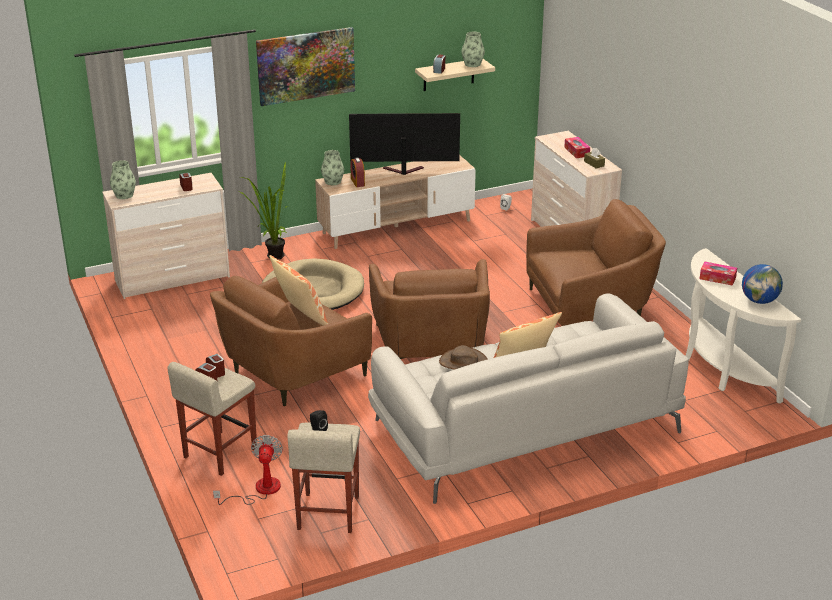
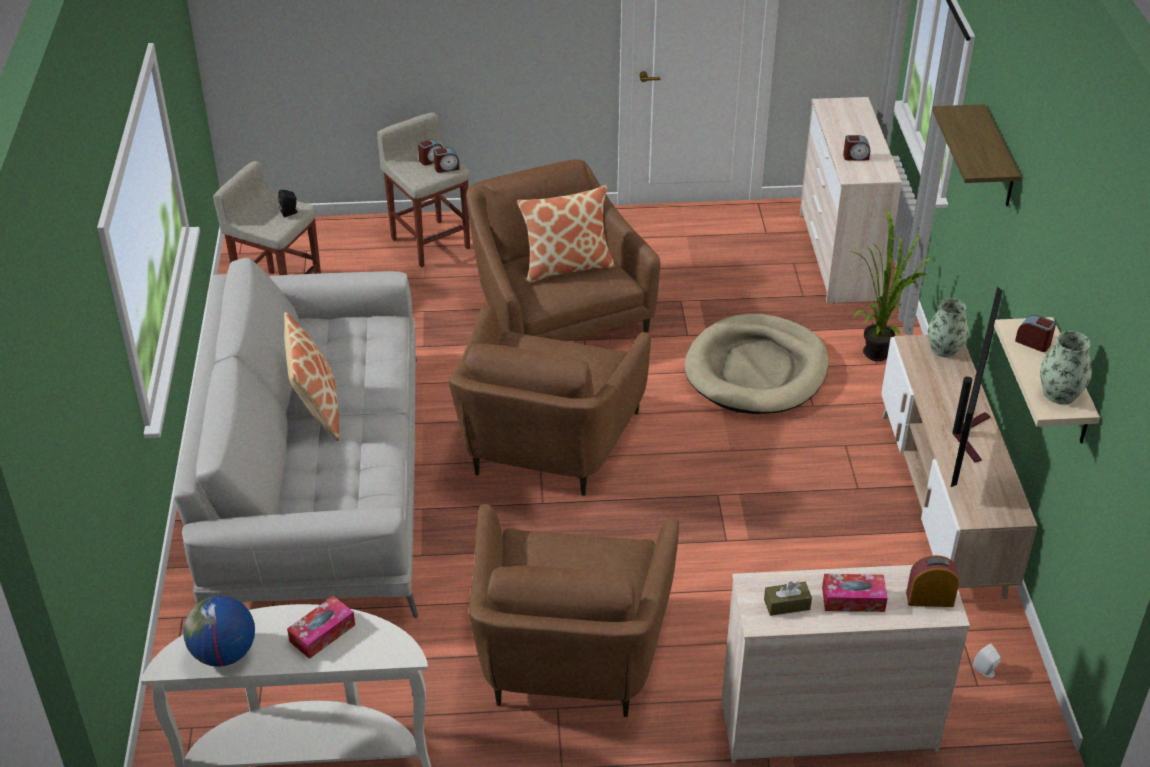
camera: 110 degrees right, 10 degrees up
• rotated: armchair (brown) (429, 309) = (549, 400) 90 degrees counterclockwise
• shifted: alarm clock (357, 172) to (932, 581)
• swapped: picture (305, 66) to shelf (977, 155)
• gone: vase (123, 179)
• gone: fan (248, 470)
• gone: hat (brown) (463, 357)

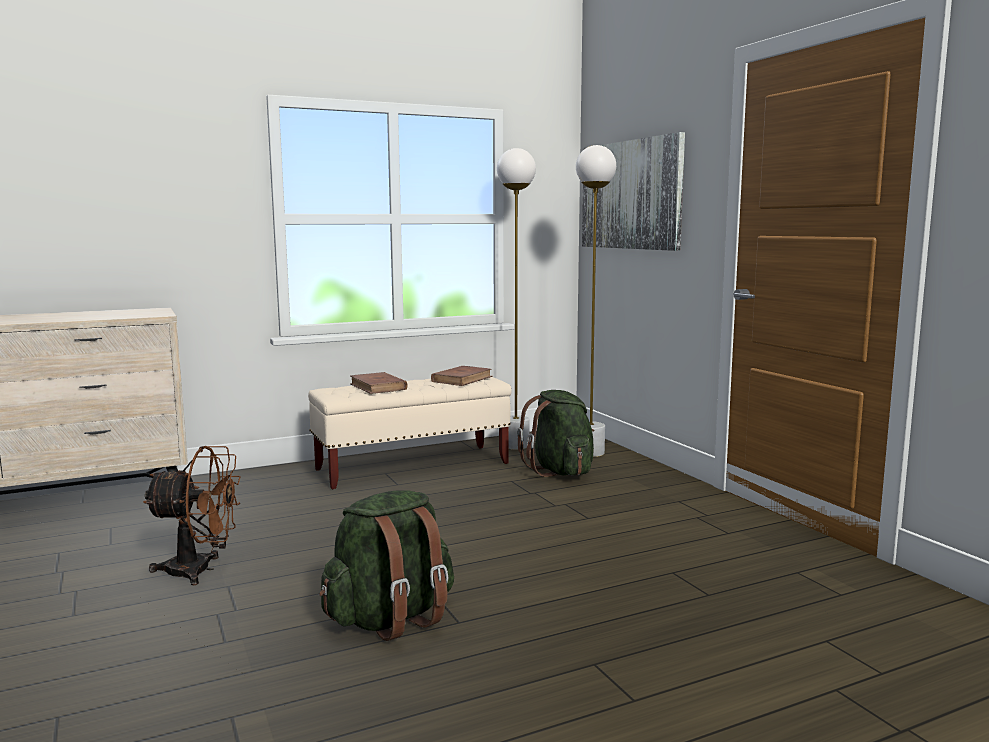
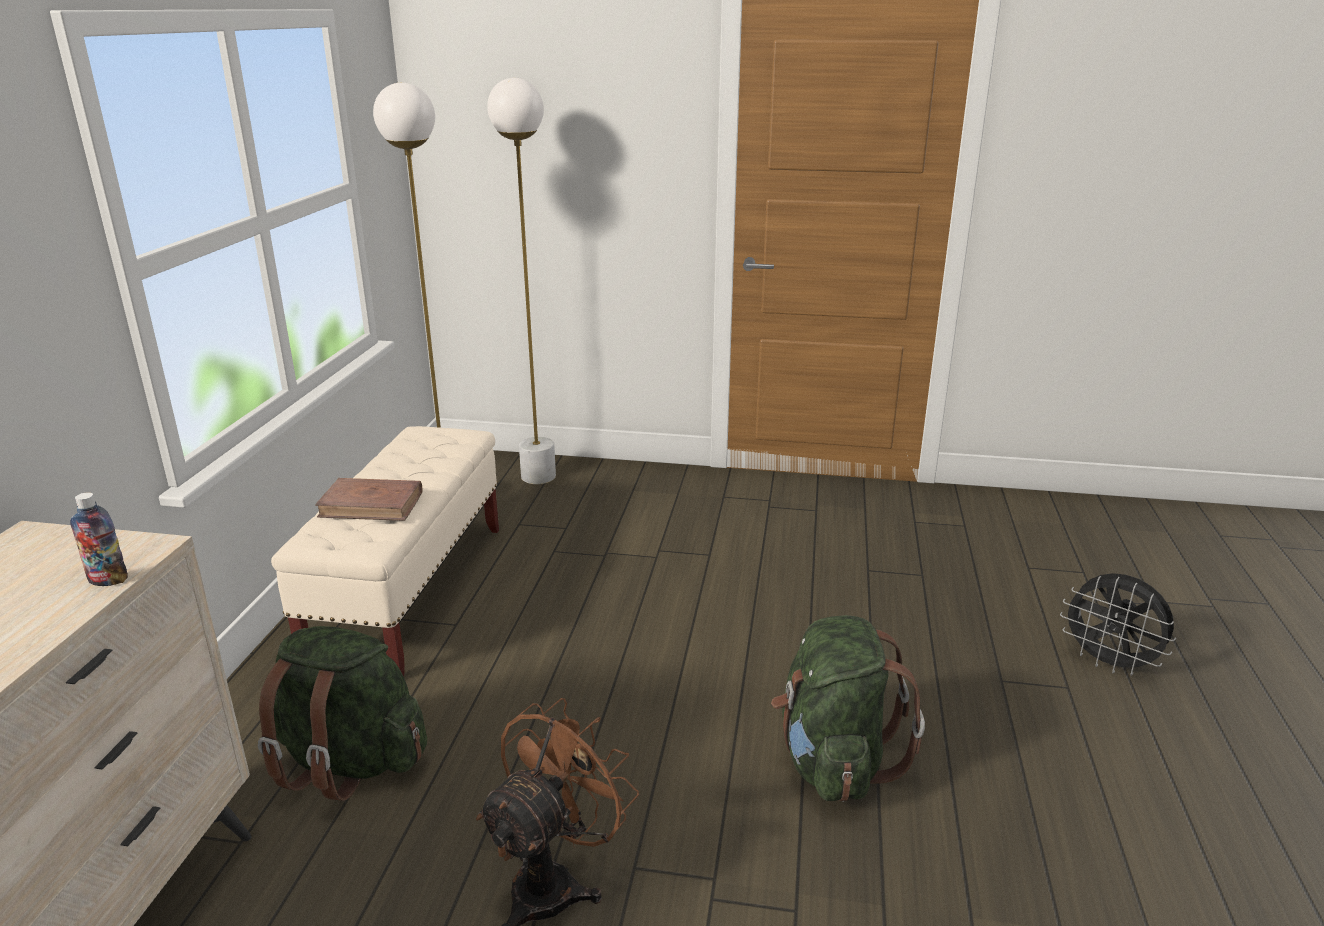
camera: 55 degrees left, 15 degrees up
• new: bottle (99, 539)
• shifted: backpack (green) (555, 433) to (342, 713)
• new: fan (black) (1118, 624)
• gone: book (brown) (462, 376)
• gone: picture (633, 191)

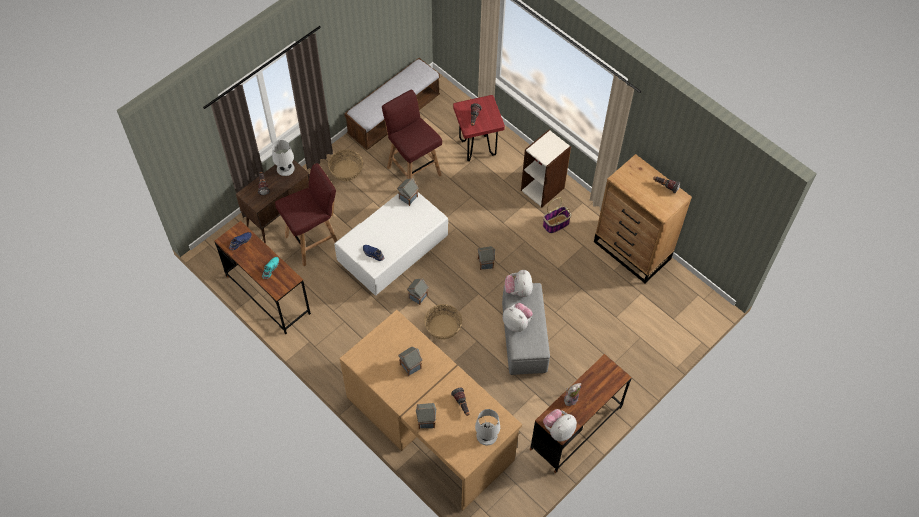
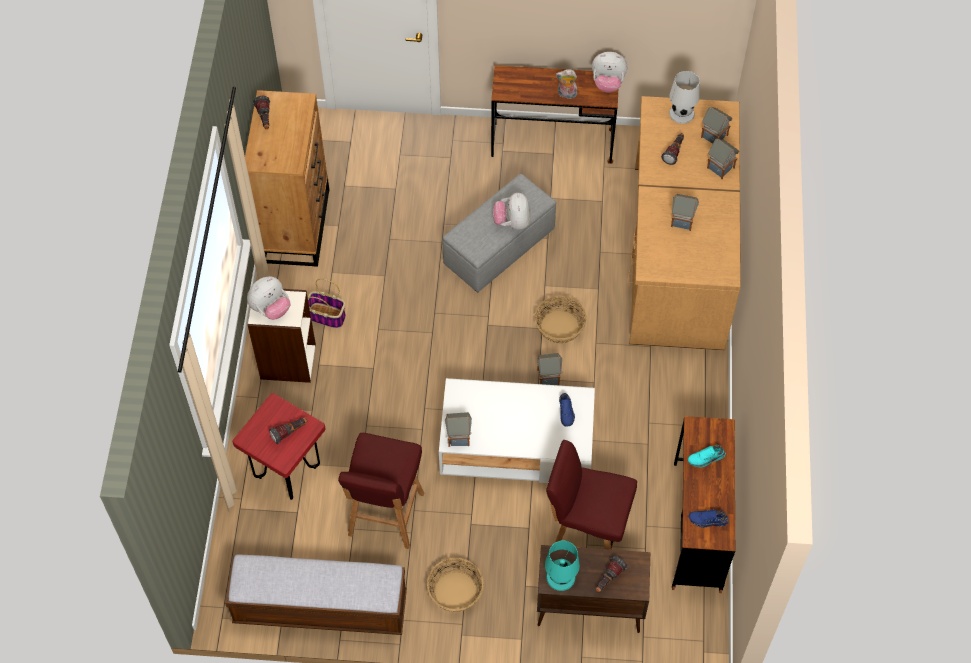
camera: 130 degrees left, 0 degrees up
• shifted: plush toy (519, 283) to (268, 298)
• repainted: table lamp (white) (283, 158) to table lamp (turquoise) (562, 566)
• shifted: toy house (486, 258) to (716, 125)

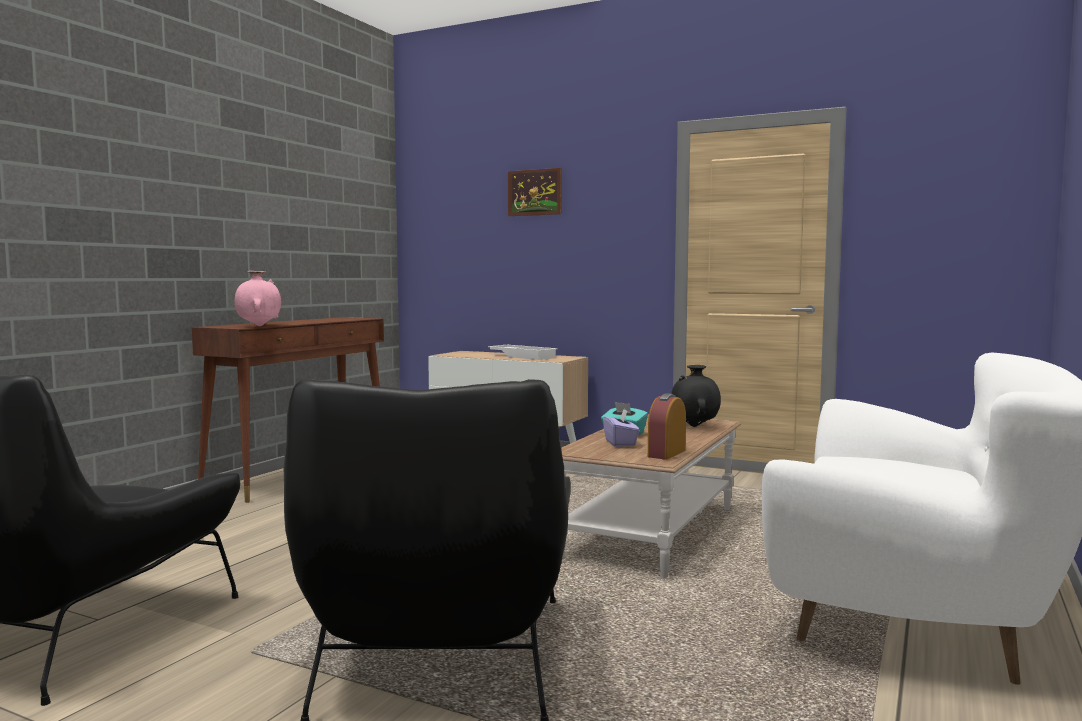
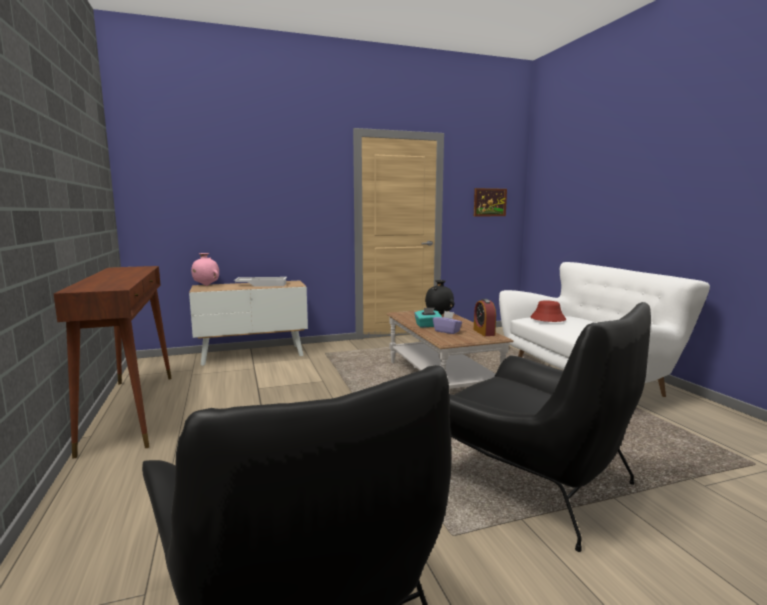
camera: 45 degrees left, 5 degrees up
• shifted: vase (pink) (258, 298) to (205, 269)
• shifted: picture (535, 192) to (490, 202)
• new: hat (red) (548, 311)

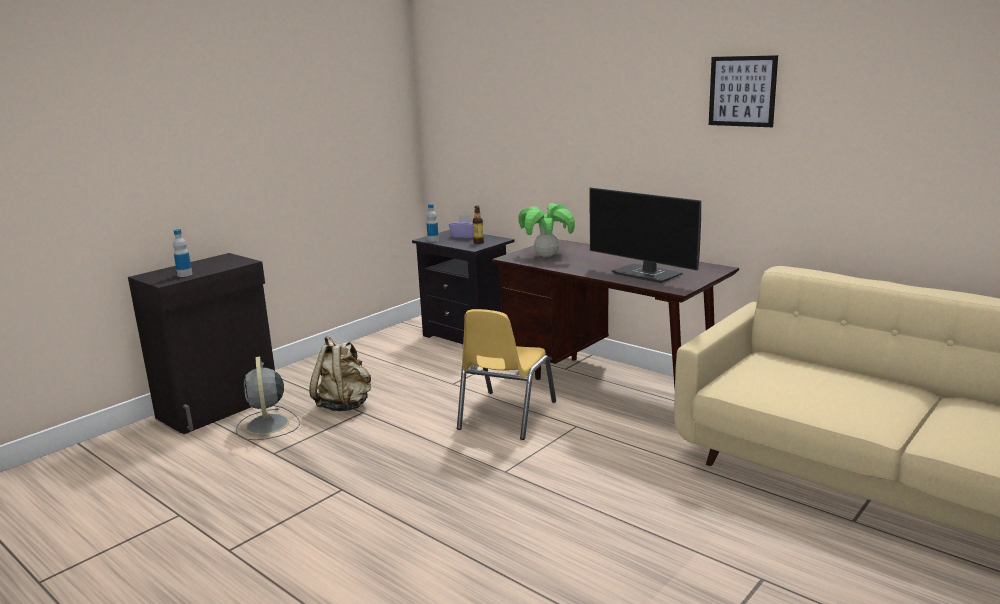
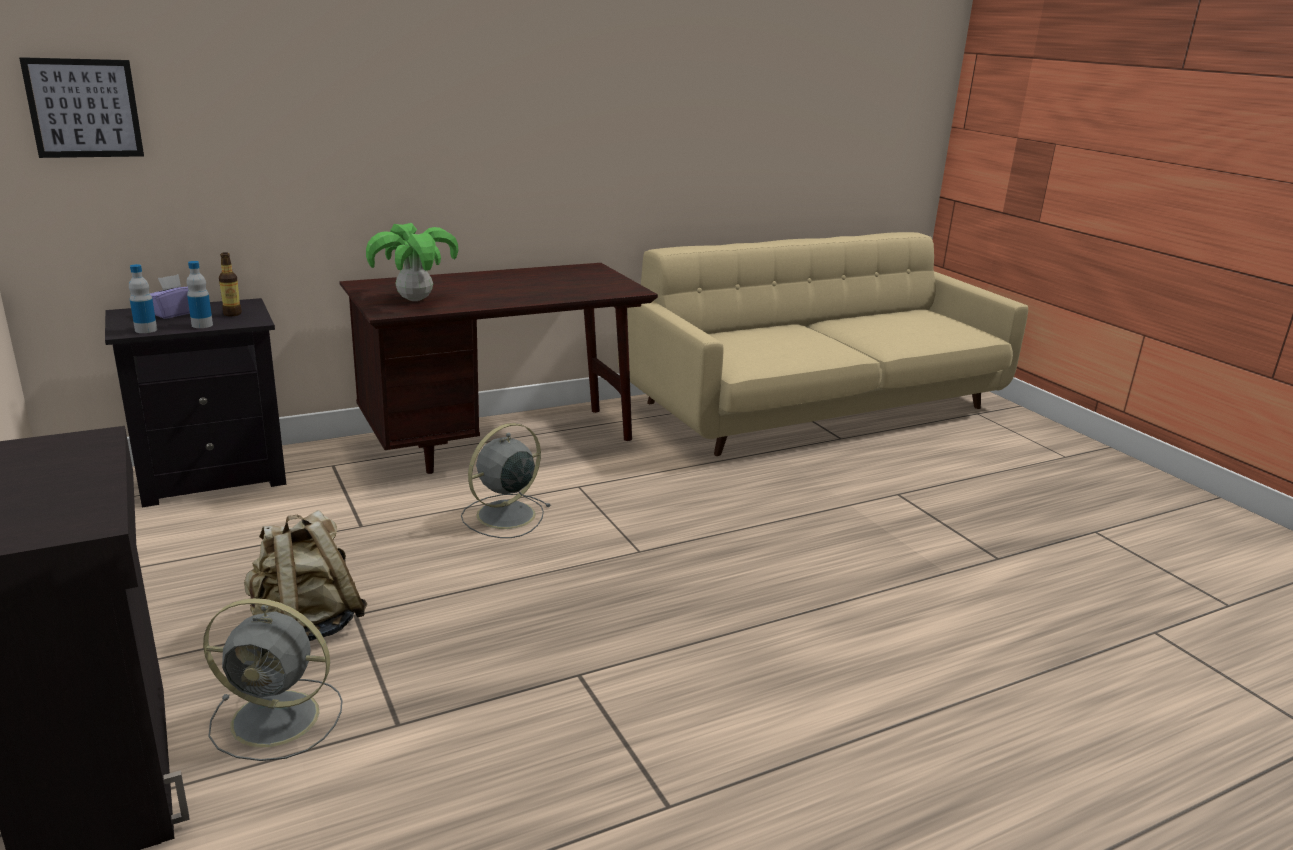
camera: 70 degrees left, 5 degrees up
• shifted: picture (743, 91) to (81, 107)
• shifted: bottle (182, 253) to (200, 294)
• swapped: chair (yellow) (506, 374) to fan (grey) (506, 480)
• gone: monitor (645, 235)

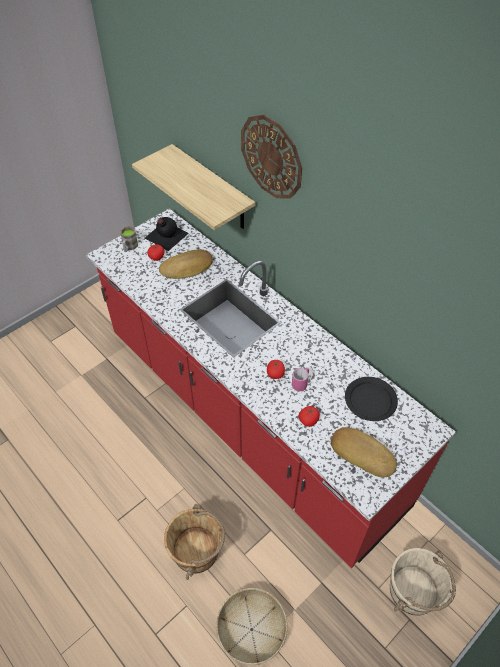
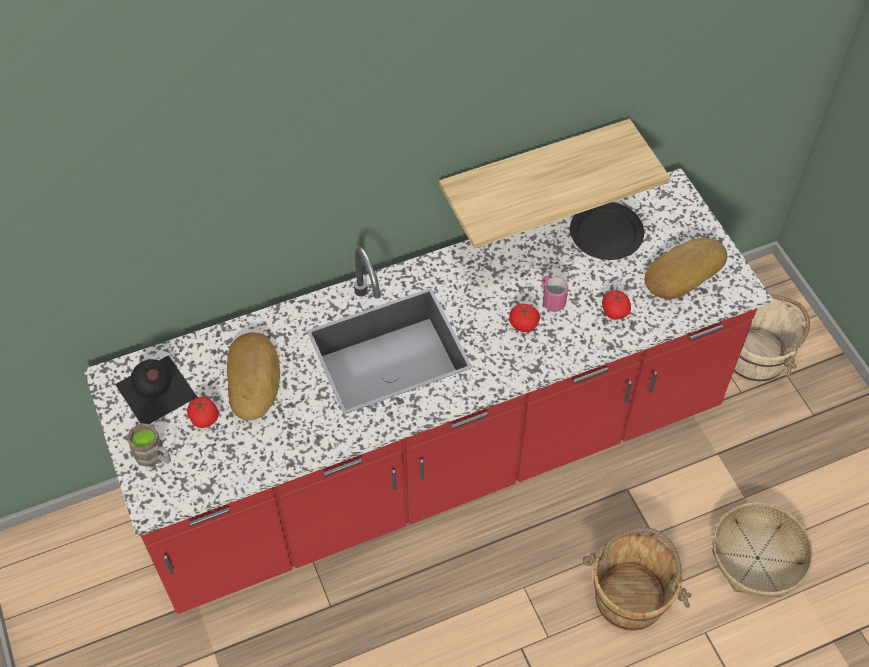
camera: 70 degrees left, 5 degrees up
• shifted: shelf (193, 187) to (555, 183)
• gone: wall clock (271, 157)

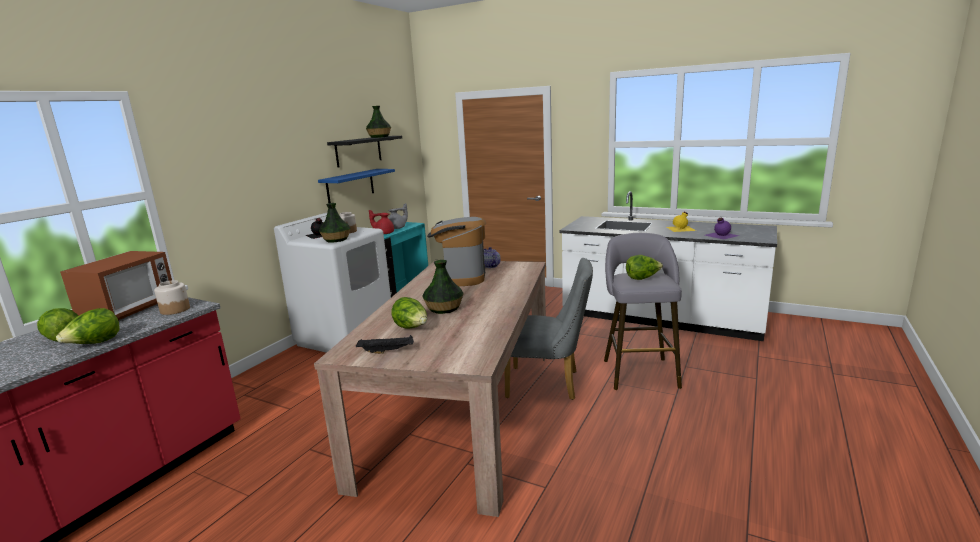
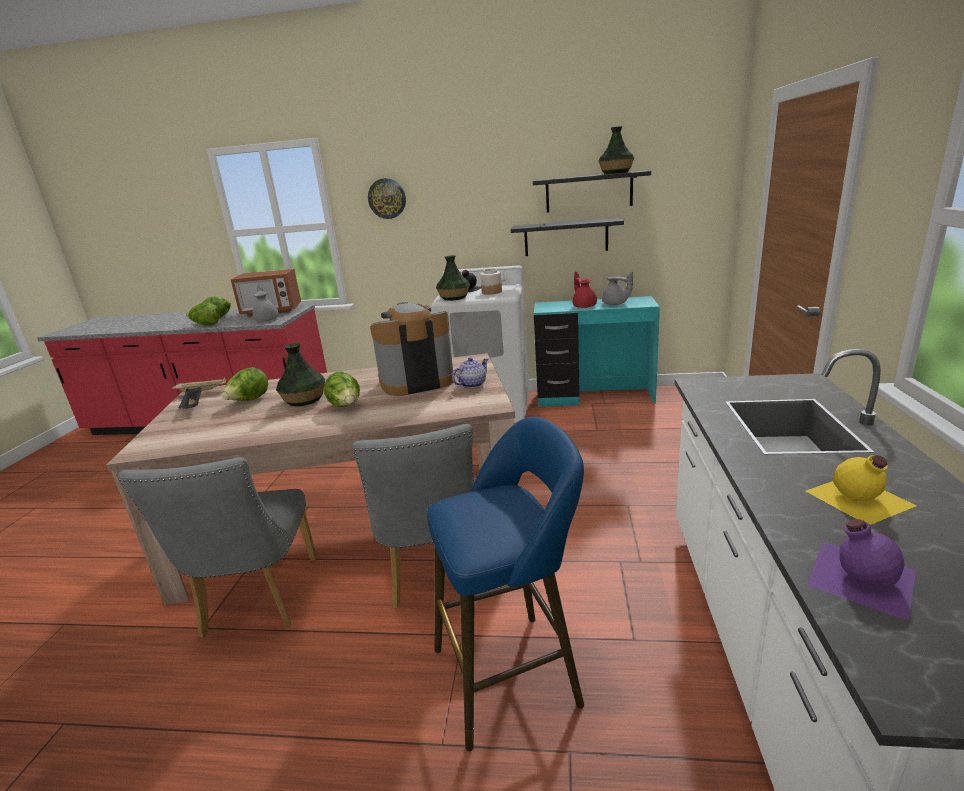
camera: 70 degrees right, 5 degrees up
• new: chair (grey) (217, 547)
• new: tray (beige) (199, 385)
• swapped: jar (172, 297) to teapot (grey) (266, 303)
• shifted: lettuce (644, 267) to (342, 389)
• new: wall clock (387, 198)
• repainted: stool (grey) (643, 311) to stool (blue) (505, 584)
• repainted: shelf (blue) (356, 186) to shelf (black) (567, 237)

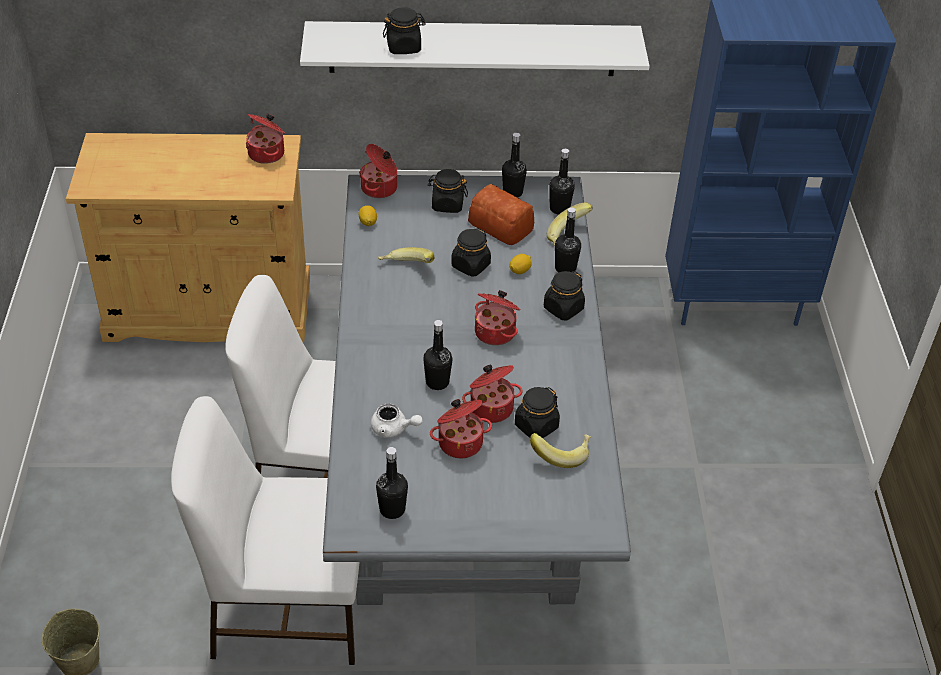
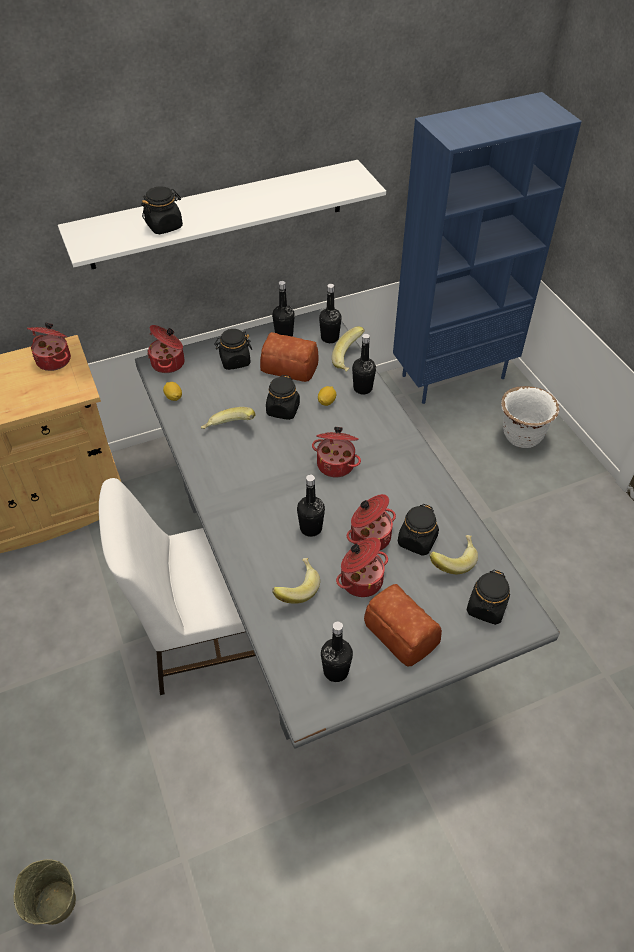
camera: 20 degrees left, 5 degrees up
• swapped: teapot (white) (397, 421) to banana (296, 581)
• new: bread (403, 625)
• shifted: jar (black) (564, 295) to (488, 597)
• new: planter (white) (530, 417)
• gone: chair (white) (265, 530)

